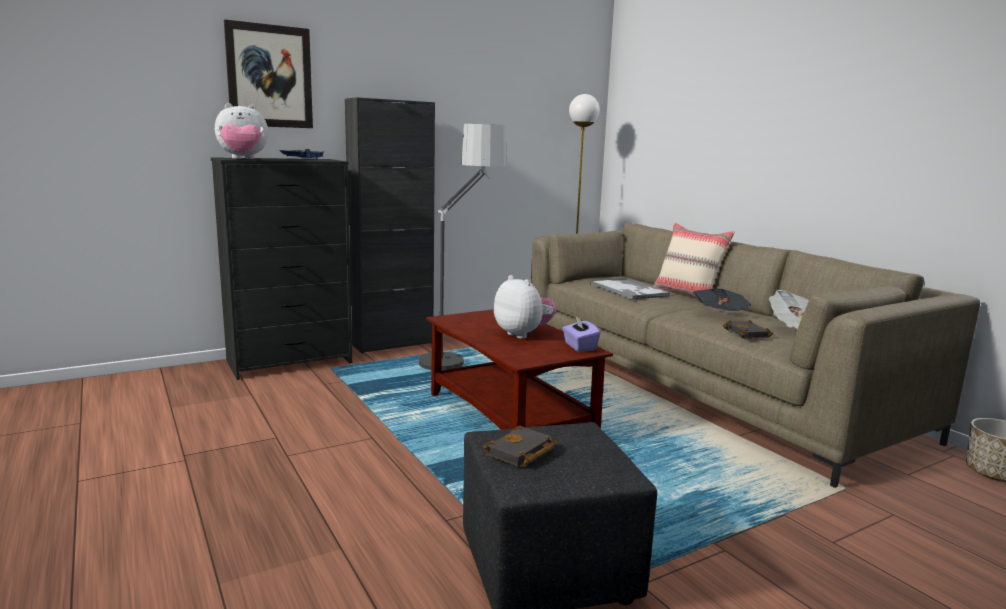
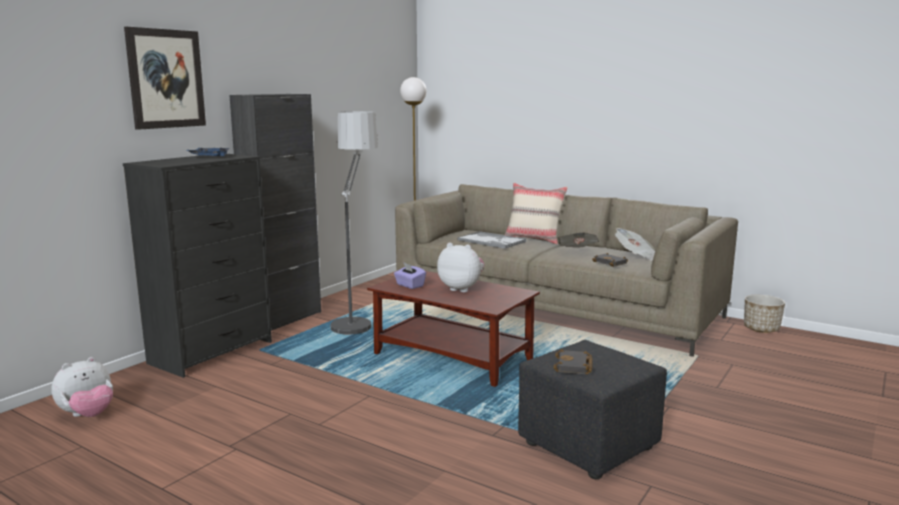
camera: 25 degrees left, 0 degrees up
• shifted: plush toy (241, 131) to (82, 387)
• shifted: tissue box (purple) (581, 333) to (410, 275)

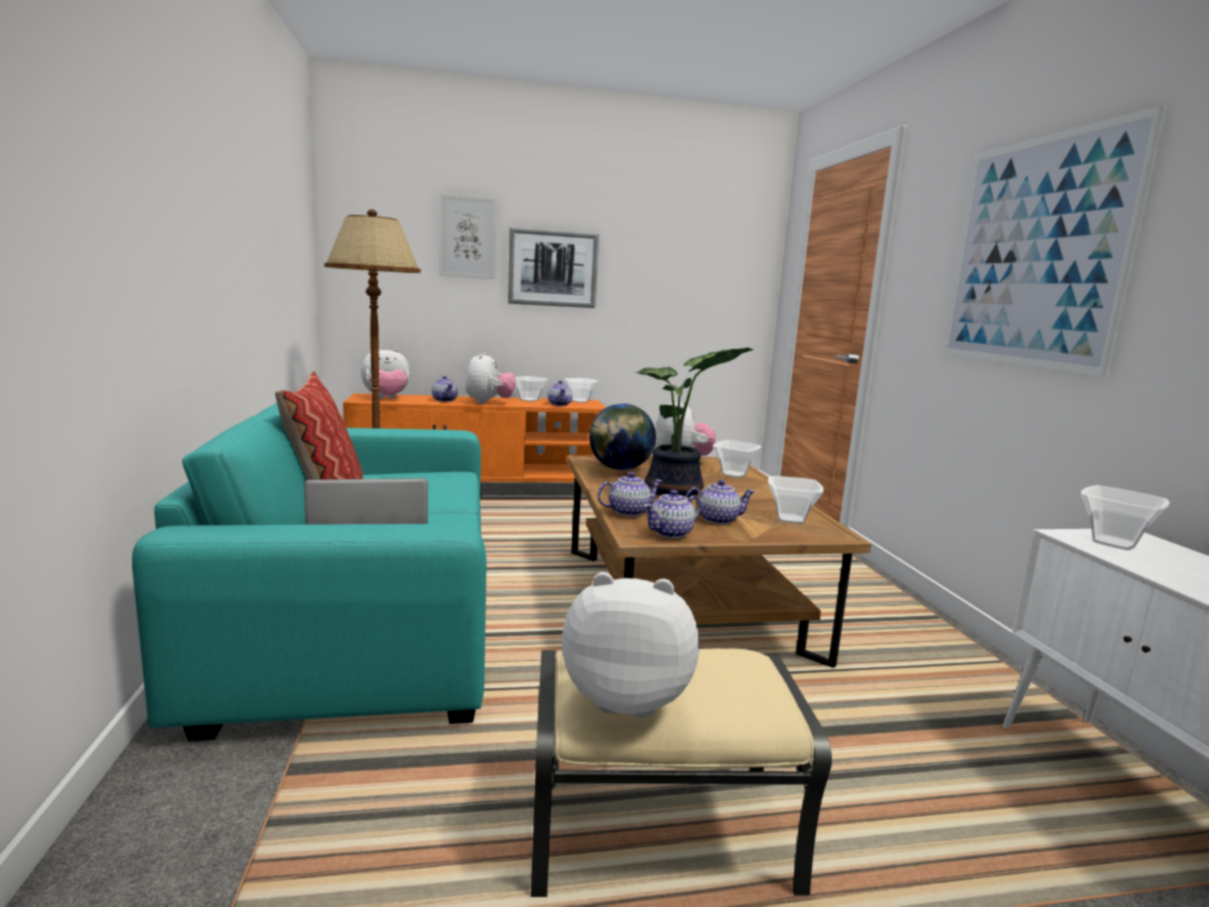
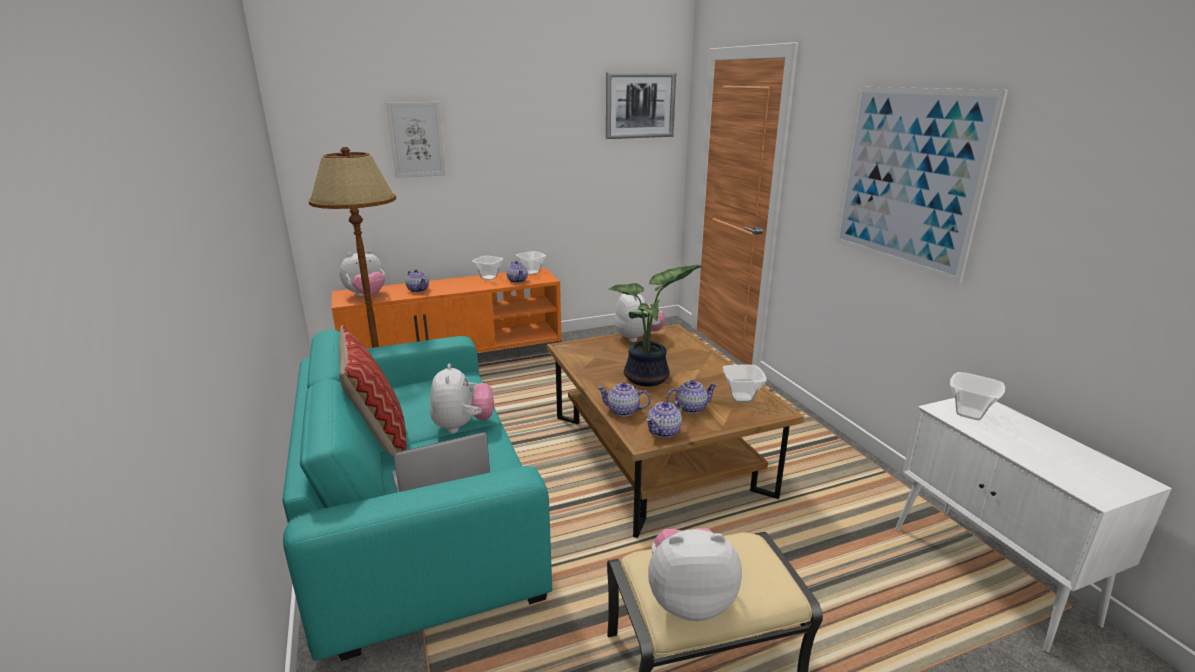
camera: 10 degrees left, 10 degrees up
• shifted: plush toy (490, 378) to (462, 398)
• rotated: teapot (629, 494) = (624, 399) 135 degrees counterclockwise
• shifted: picture (553, 267) to (641, 105)
• gone: globe (622, 436)
• gone: bowl (736, 459)

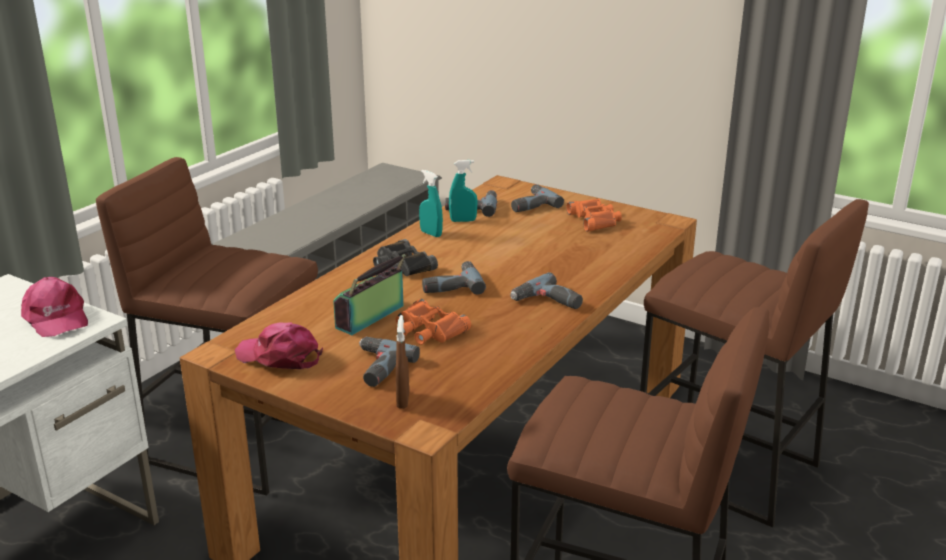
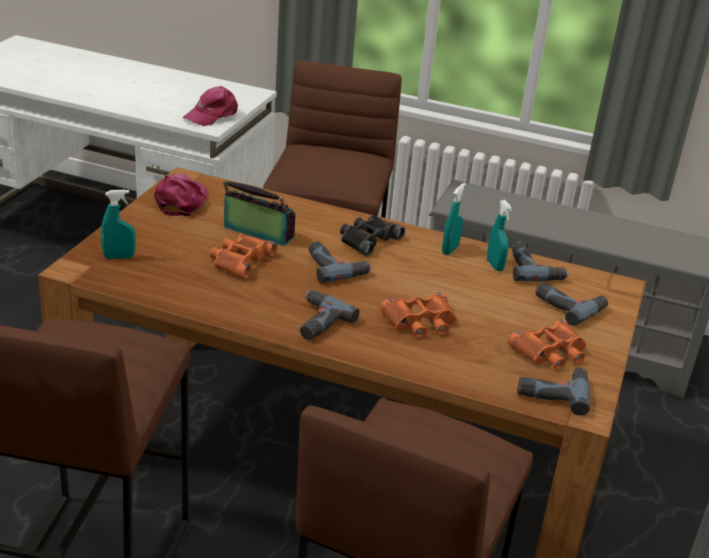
camera: 75 degrees right, 5 degrees up
• repainted: spray bottle (brown) (402, 362) to spray bottle (turquoise) (118, 224)
• new: binoculars (orange) (418, 315)
• shifted: power drill (389, 362) to (553, 392)

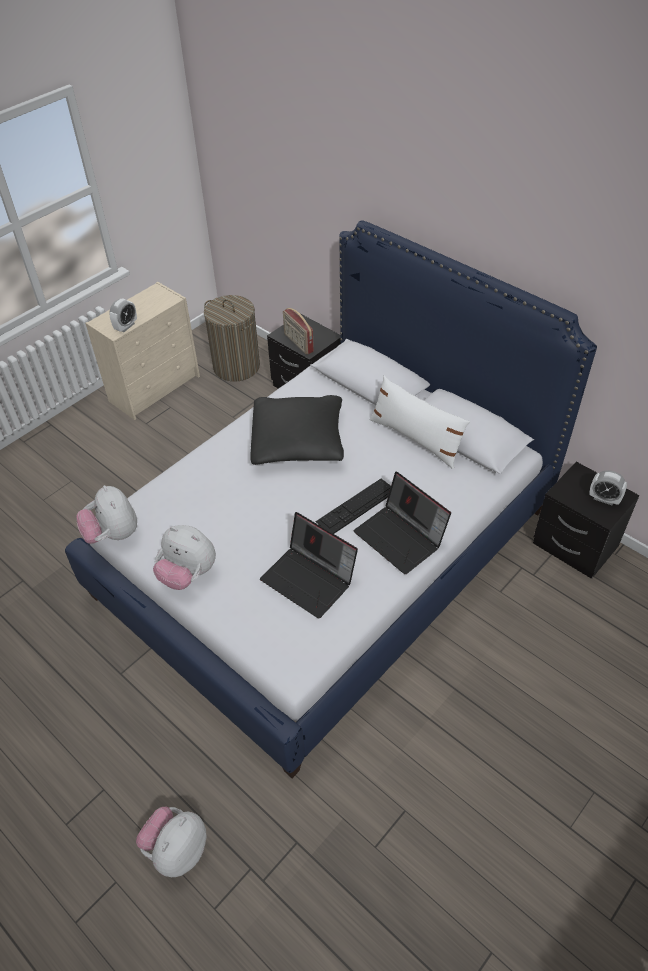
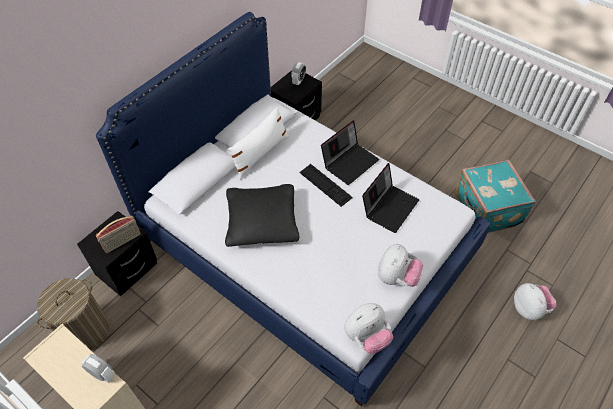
camera: 95 degrees left, 5 degrees up
• new: suitcase (turquoise) (495, 196)
• rotated: plush toy (171, 841) = (535, 301) 135 degrees counterclockwise

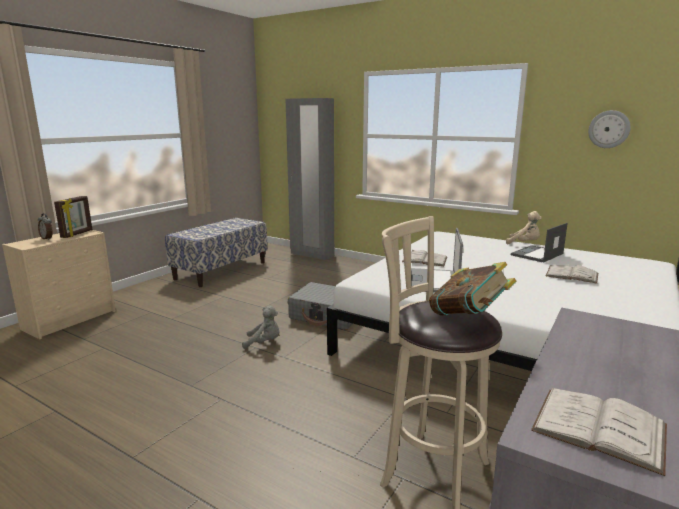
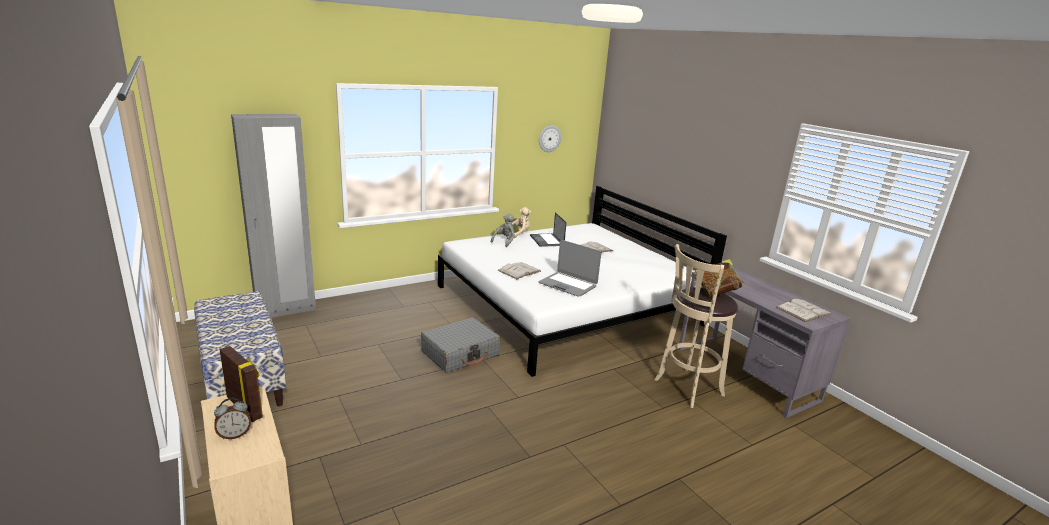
camera: 65 degrees left, 5 degrees up
• shifted: plush toy (grey) (260, 327) to (503, 230)

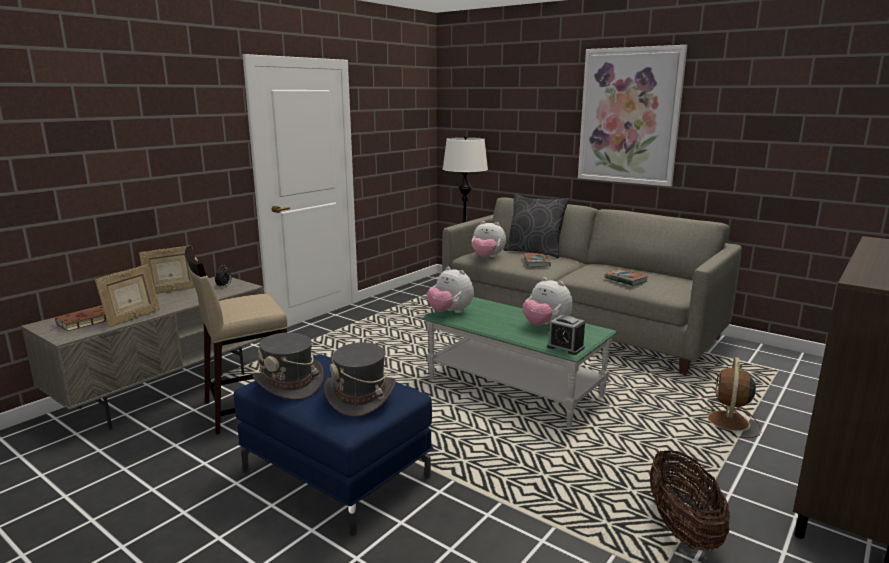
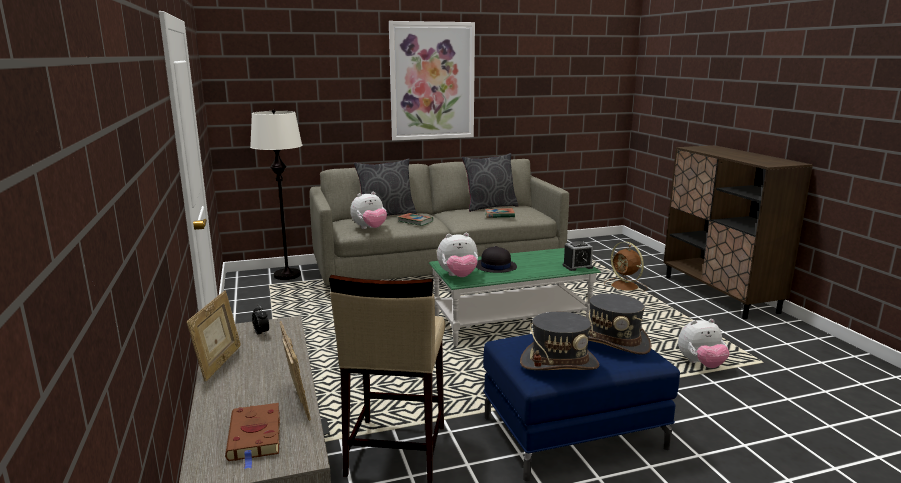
camera: 55 degrees left, 0 degrees up
• new: pillow (grey) (490, 182)
• new: hat (black) (496, 259)
• shifted: plush toy (548, 301) to (704, 343)
• gone: basket (690, 500)

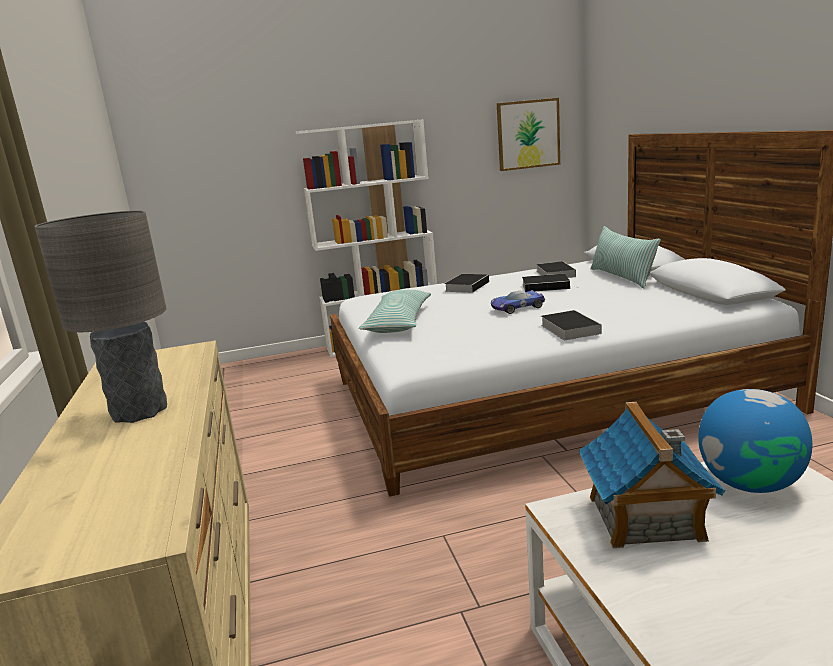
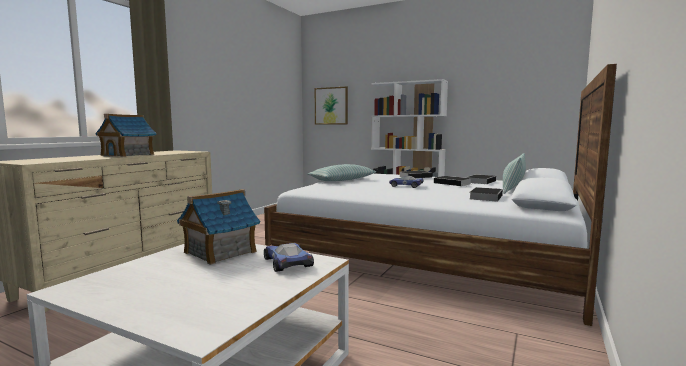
camera: 40 degrees right, 10 degrees down
• swapped: table lamp (grey) (101, 316) to toy house (126, 135)
• swapped: globe (755, 441) to toy car (289, 257)
• shifted: picture (528, 134) to (331, 105)
• shifted: book (571, 325) to (486, 194)

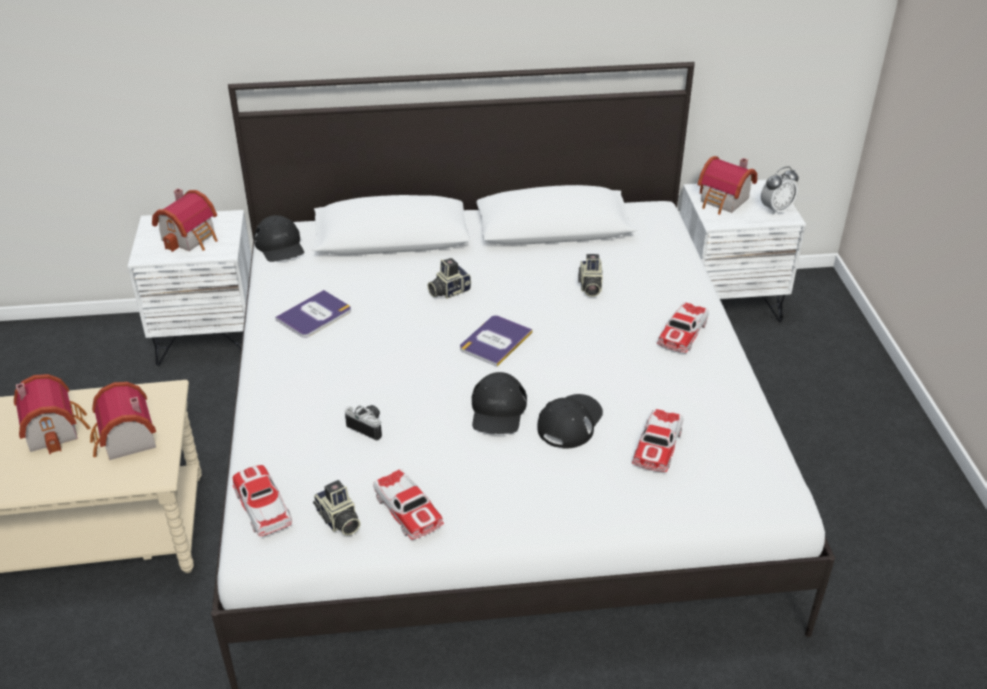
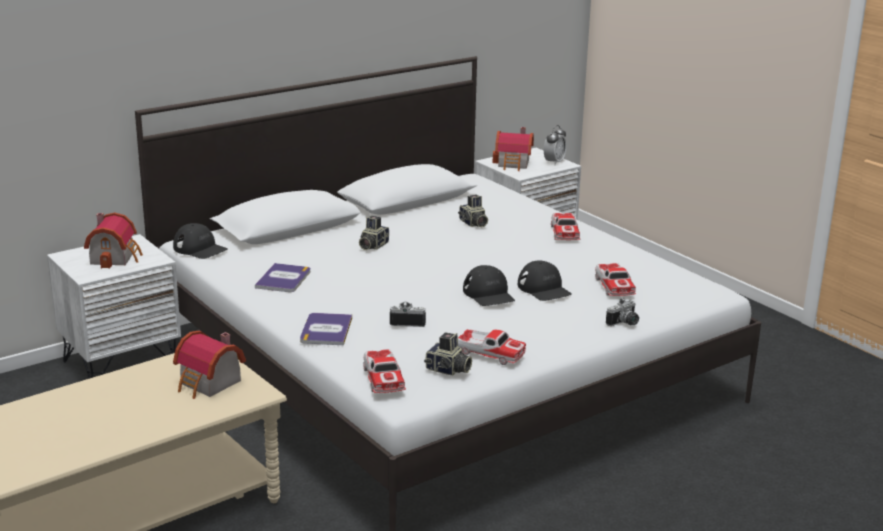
camera: 30 degrees left, 15 degrees down
• shifted: book (496, 341) to (326, 329)
• rotated: toy car (262, 500) = (384, 371) 135 degrees counterclockwise
• rotated: cap (black) (570, 421) = (545, 281) 150 degrees clockwise
• new: photo camera (622, 312)
• gone: toy house (52, 414)

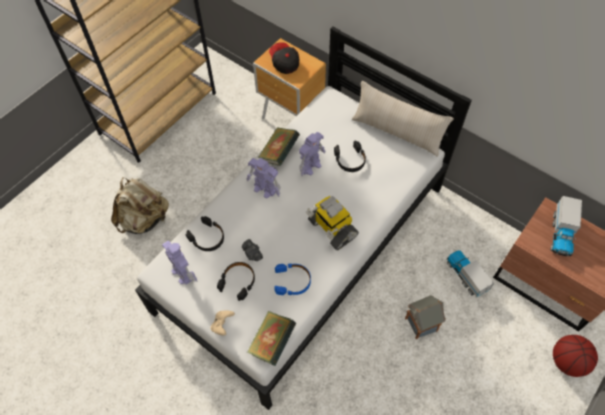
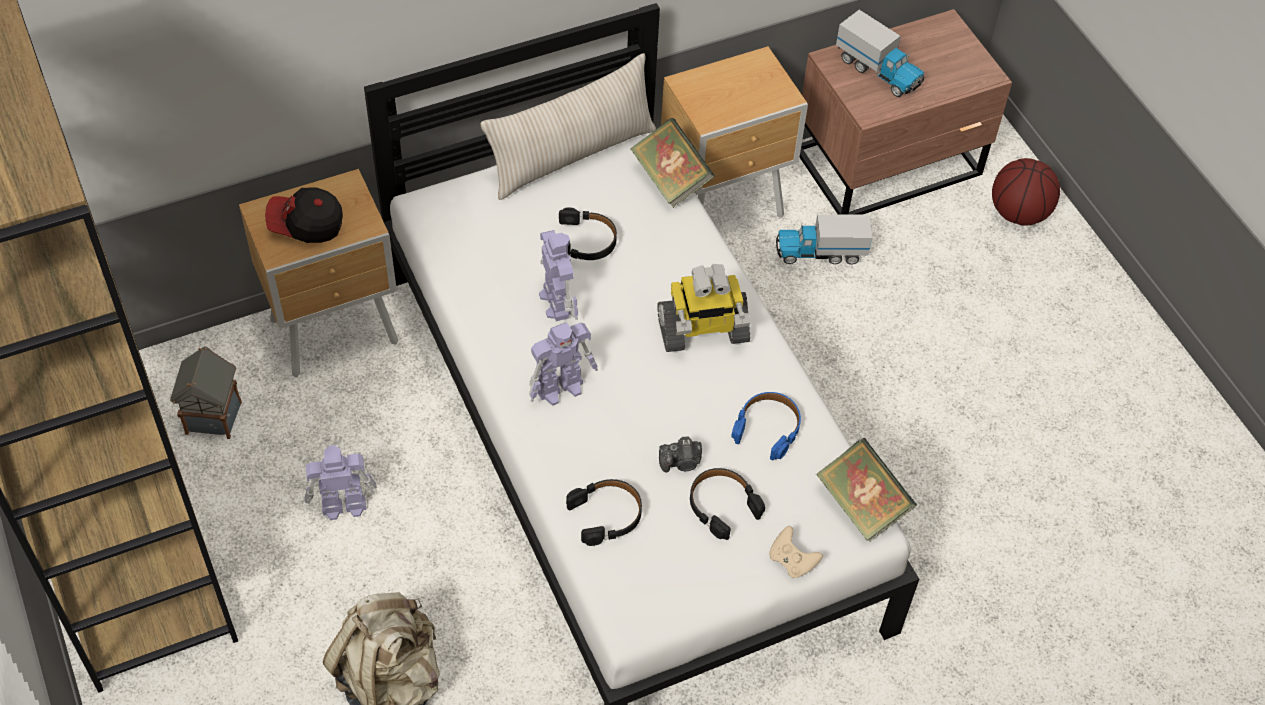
camera: 65 degrees left, 5 degrees down
• shifted: toy house (425, 317) to (206, 392)
• shifted: toy robot (179, 262) to (341, 482)
• shifted: book (279, 146) to (673, 163)
• new: nightstand (brown) (734, 132)

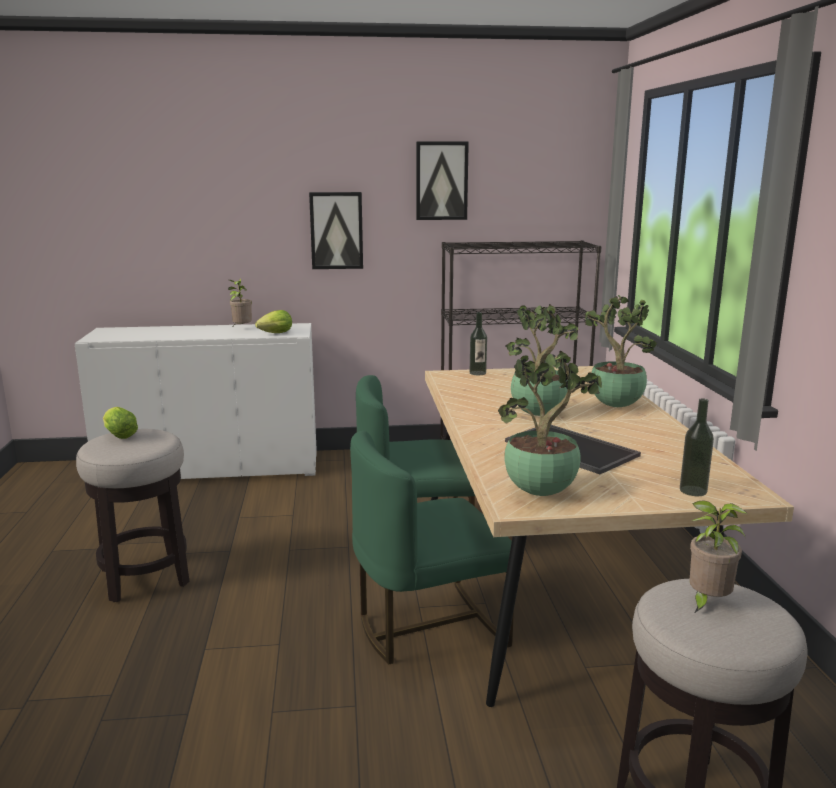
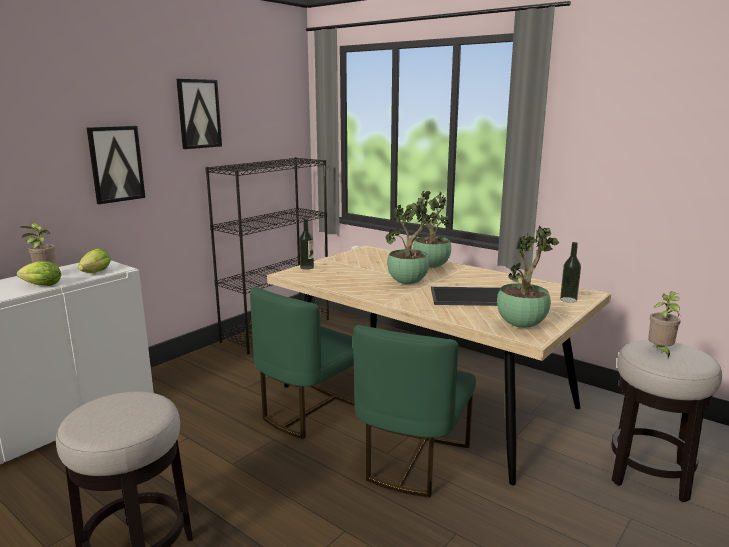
camera: 45 degrees left, 0 degrees up
• shifted: lettuce (120, 423) to (39, 273)

